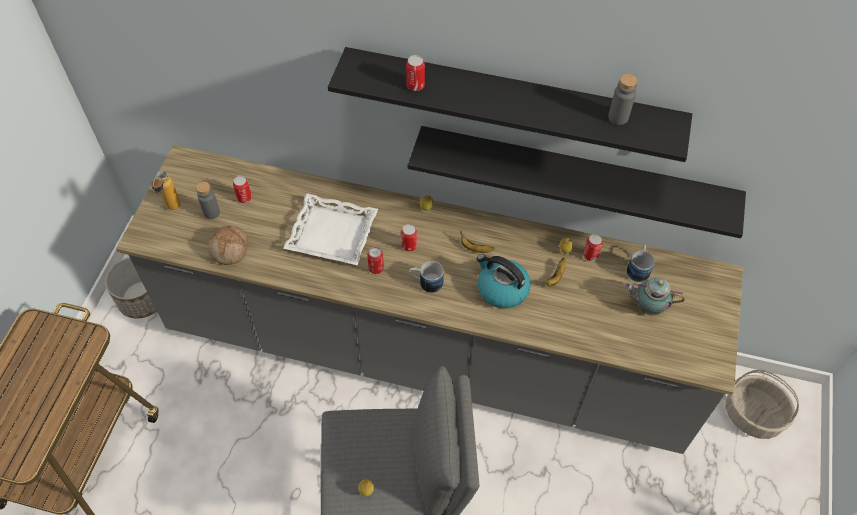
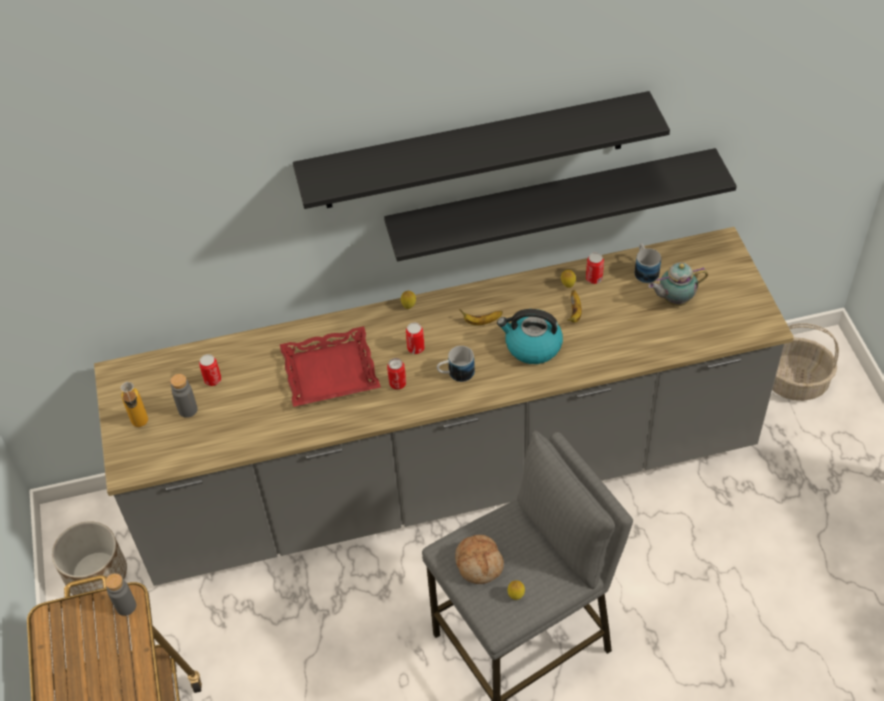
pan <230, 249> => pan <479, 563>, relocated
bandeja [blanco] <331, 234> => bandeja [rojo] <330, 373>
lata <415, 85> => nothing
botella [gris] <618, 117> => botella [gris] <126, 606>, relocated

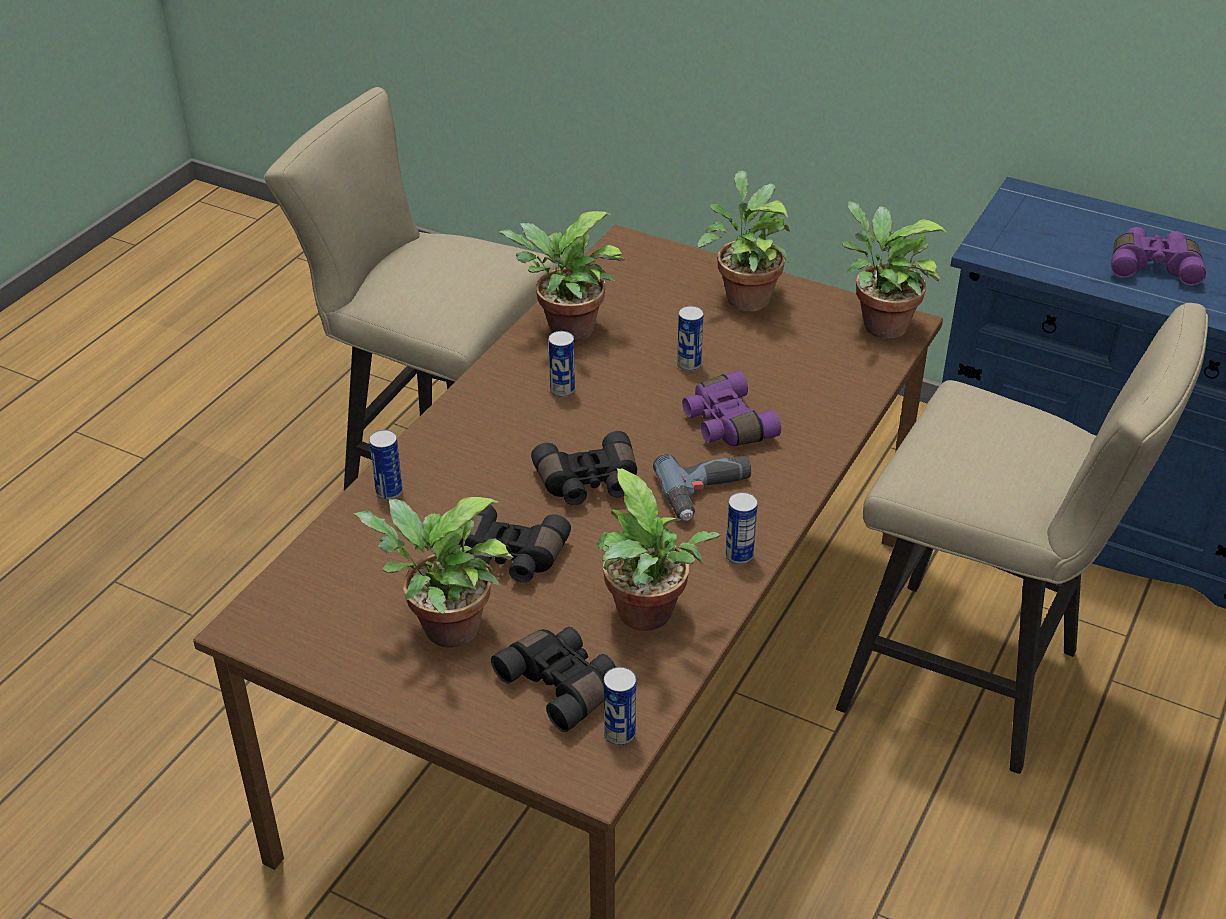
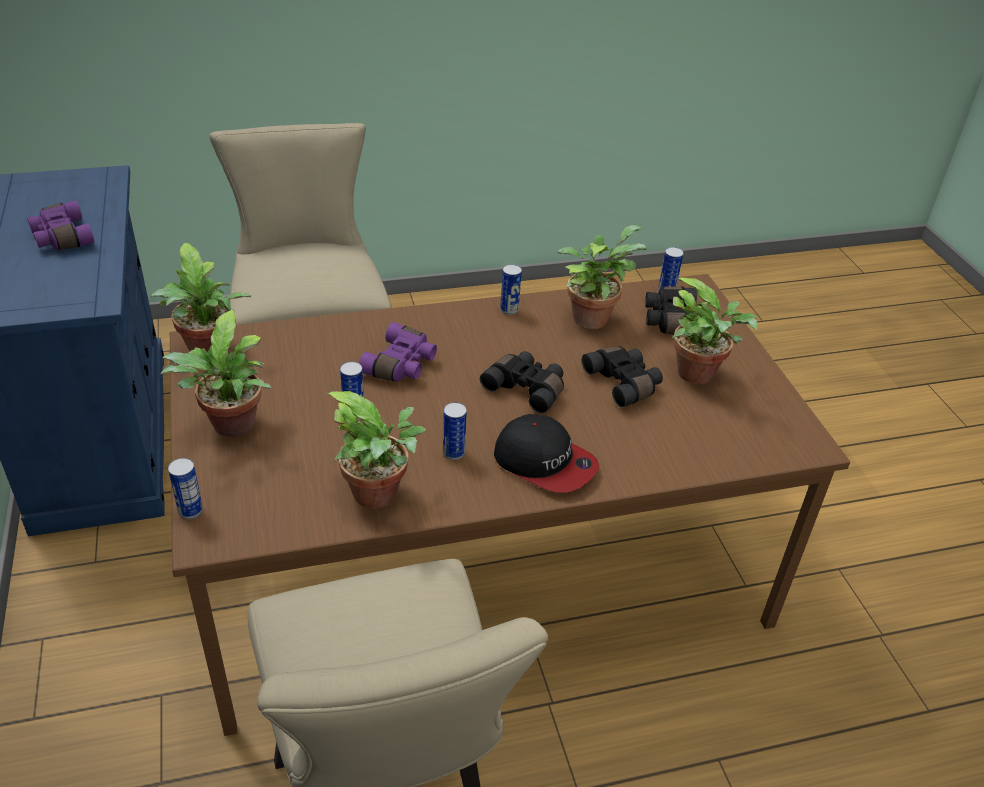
lata <389, 492> => lata <190, 511>, relocated
taladro <707, 493> => nothing
nothing => gorra <545, 462>

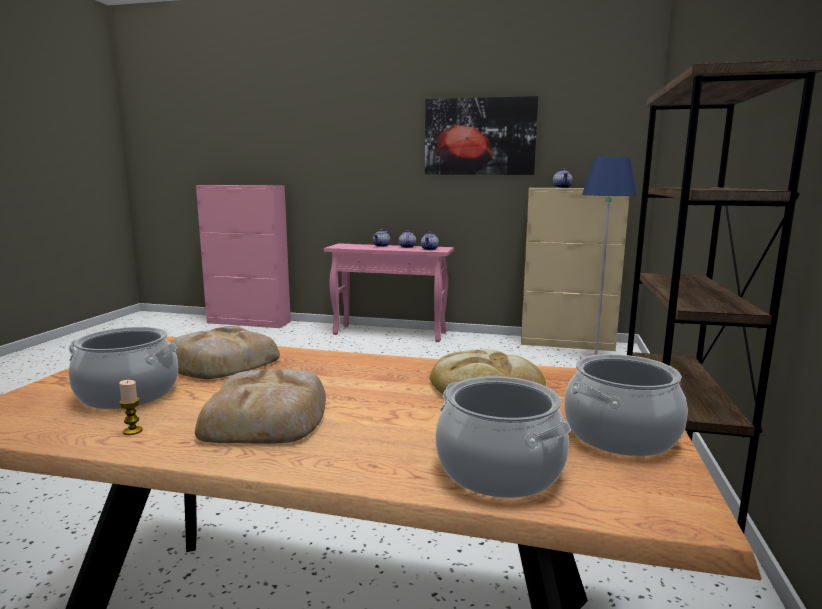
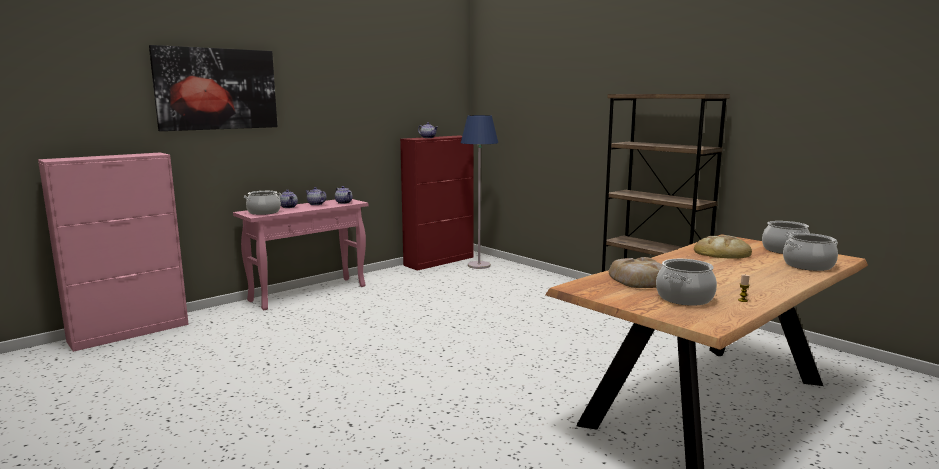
pan <267, 417> => nothing
cuadro <479, 136> => cuadro <217, 89>, relocated
armario [beis] <567, 344> => armario [rojo] <439, 261>
nothing => olla <264, 212>

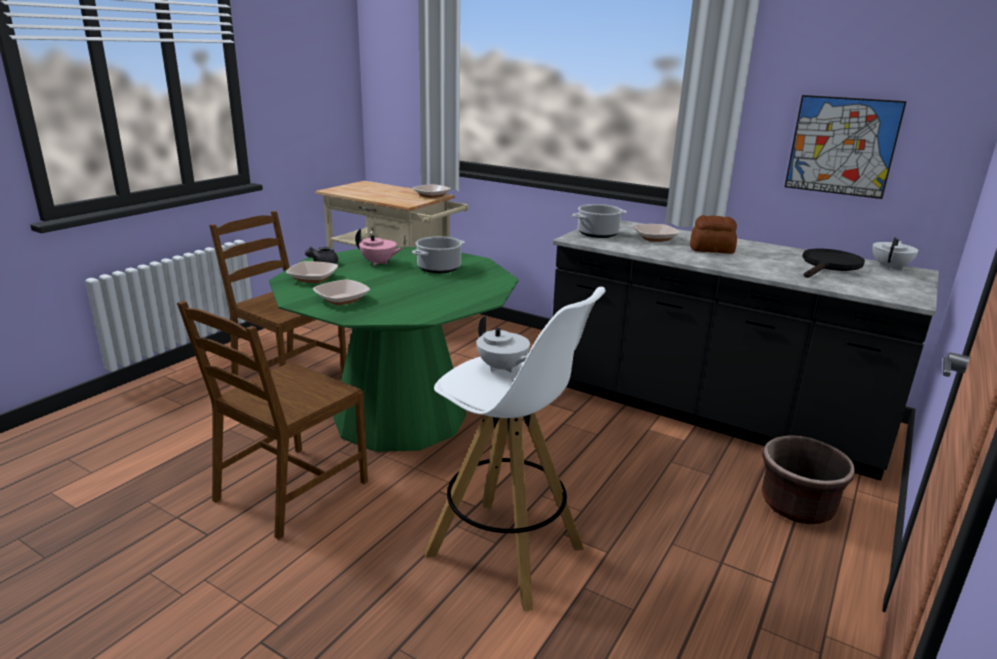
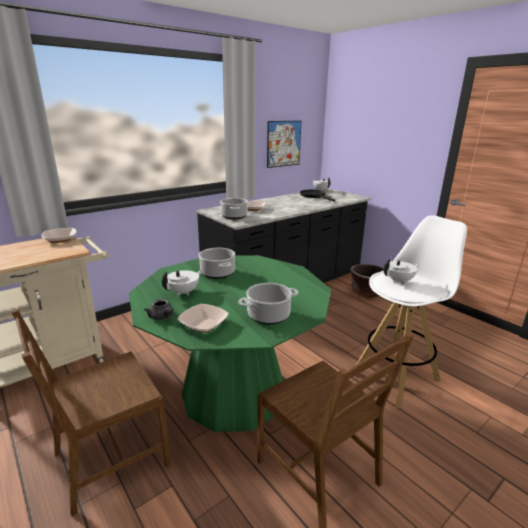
cuenco <342, 299> => olla <268, 316>
tetera [rosa] <379, 263> => tetera [blanco] <184, 292>
pan <712, 250> => nothing

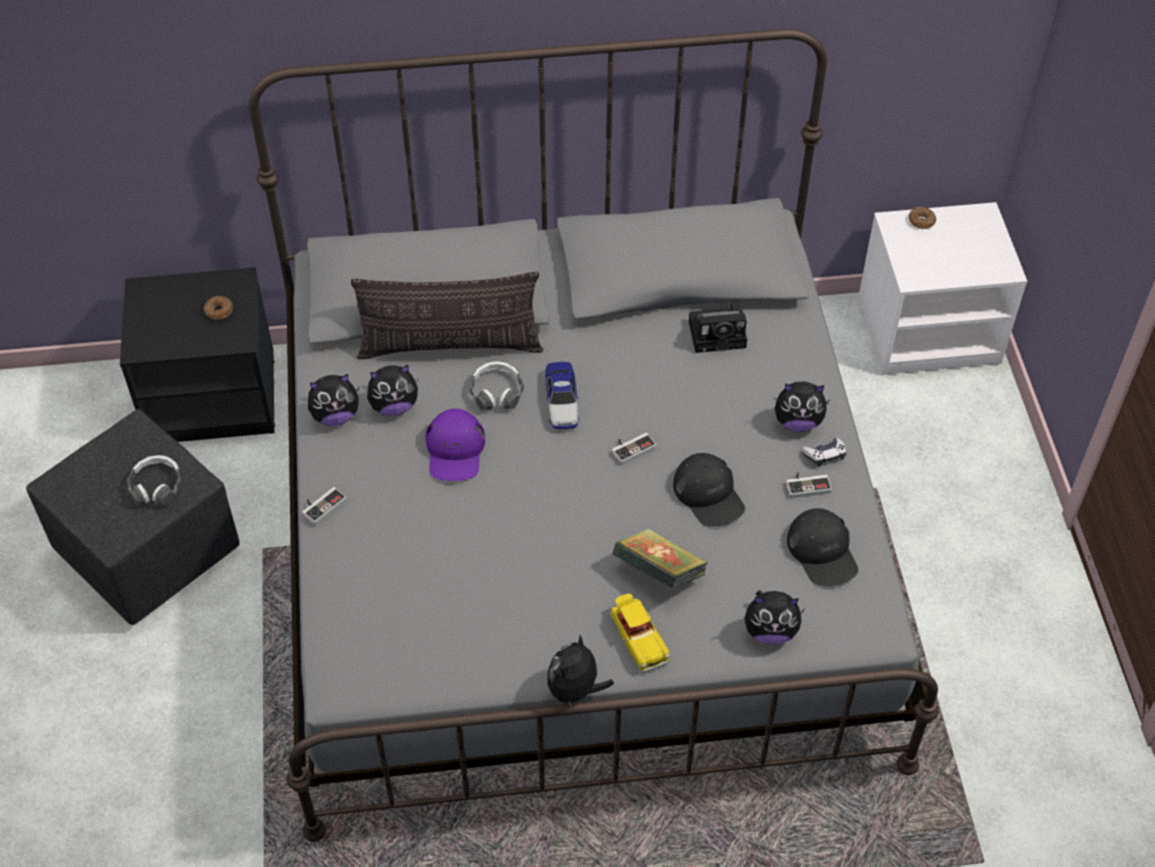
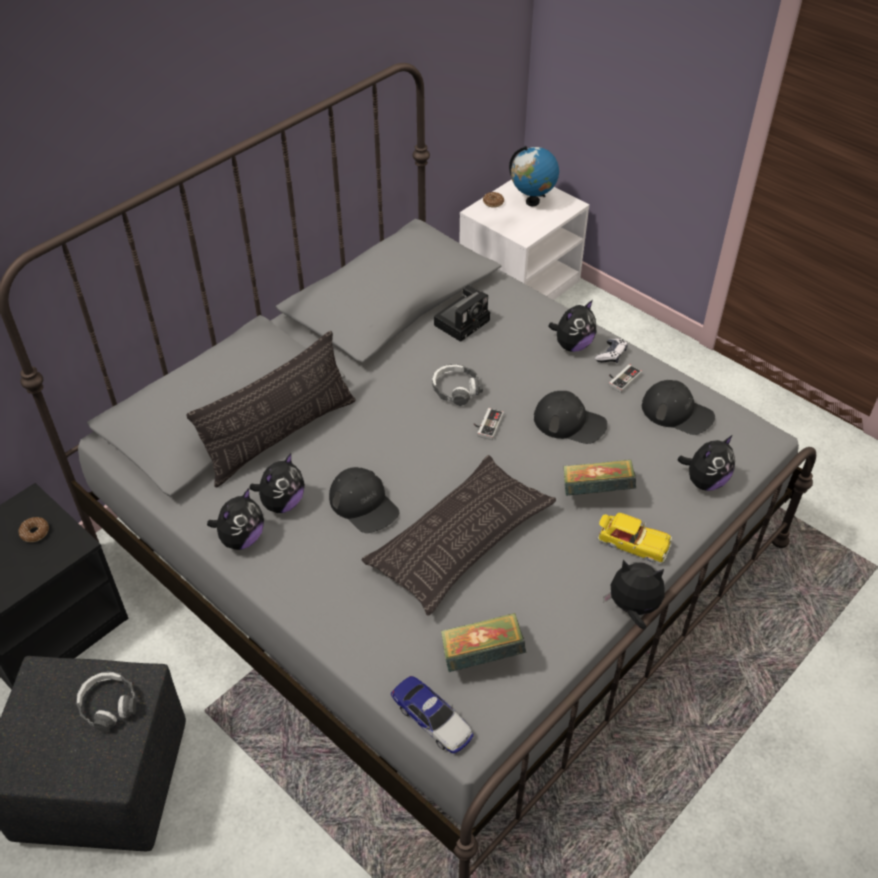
mando de consola <322, 505> => nothing
gorra [morado] <455, 450> => gorra [negro] <364, 504>
auriculares <497, 392> => auriculares <456, 389>, relocated
coche de juguete <562, 400> => coche de juguete <432, 718>, relocated
peluche <575, 690> => peluche <632, 608>, 120 degrees clockwise
nothing => cojín <460, 540>
nothing => libro <481, 656>
nothing => globo terráqueo <532, 202>

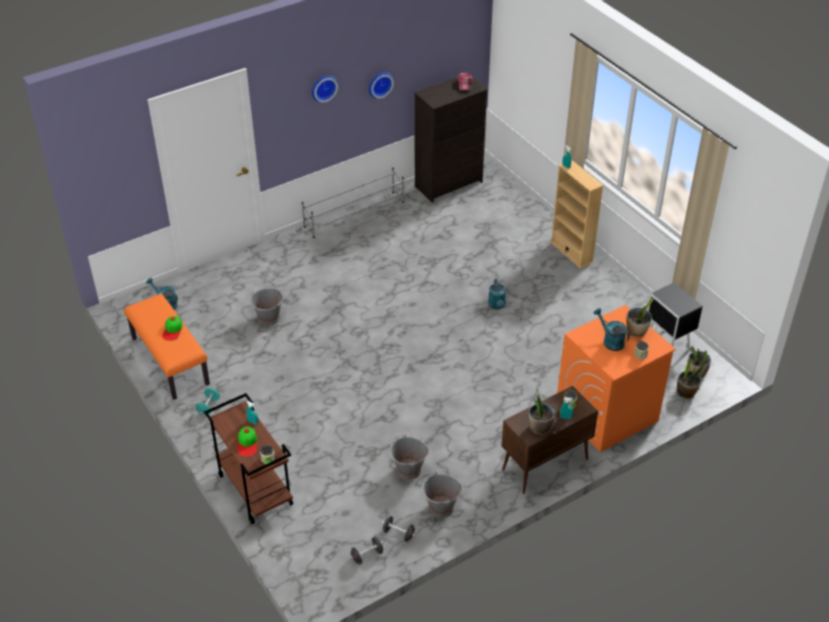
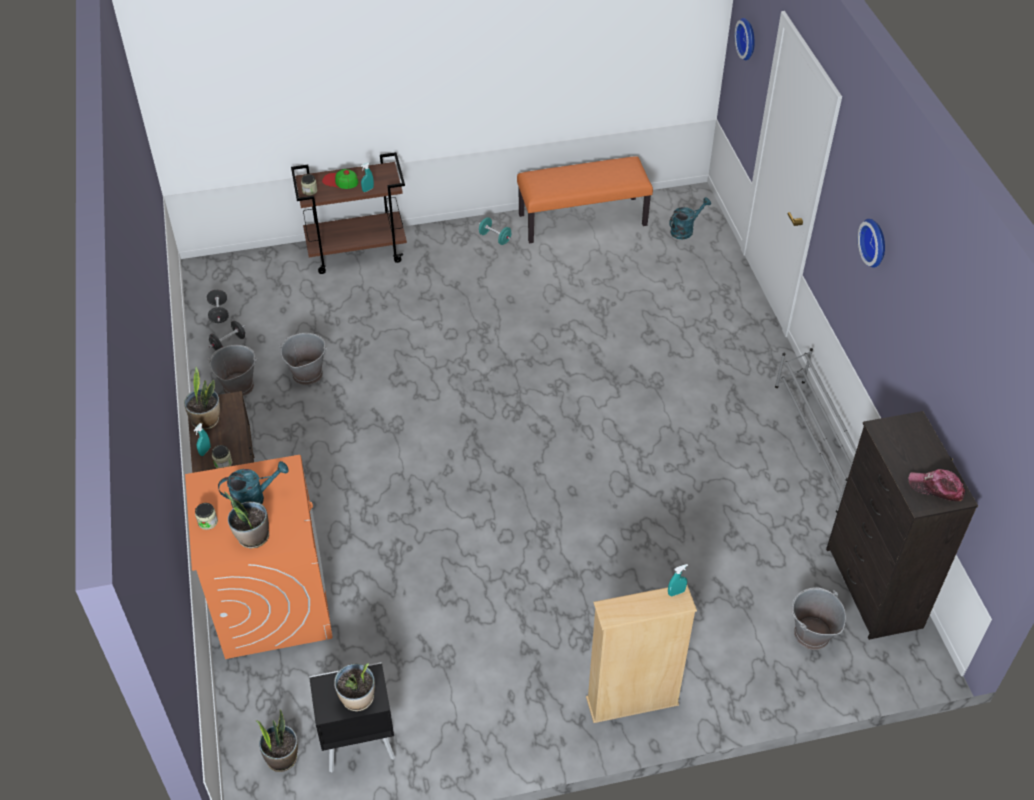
gorra <172, 330> => nothing
cubo [gris] <269, 318> => cubo [gris] <811, 634>, relocated
reloj de pared <379, 84> => reloj de pared <748, 38>, relocated
regadera [turquesa] <497, 305> => nothing
planta en maceta <686, 392> => planta en maceta <358, 699>, relocated

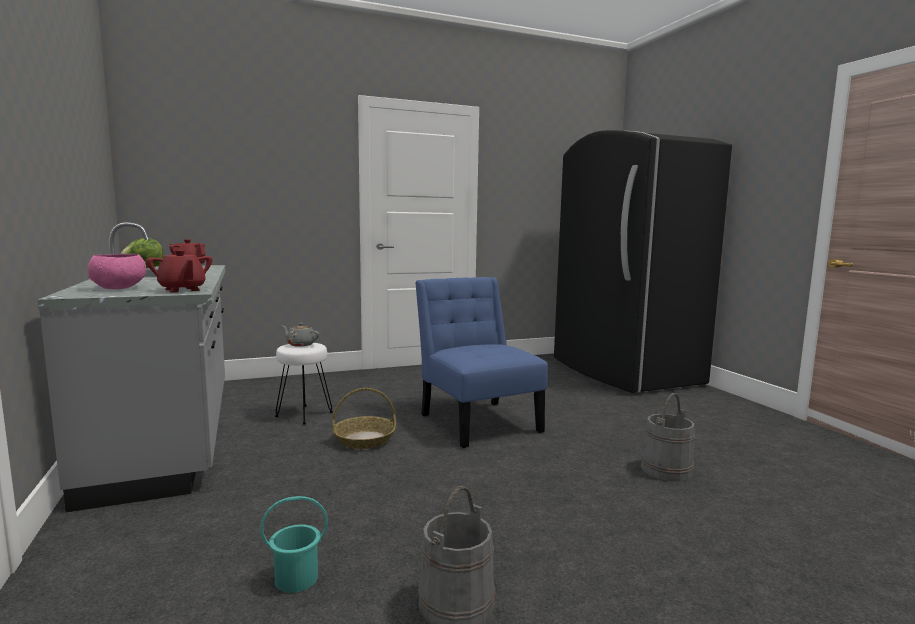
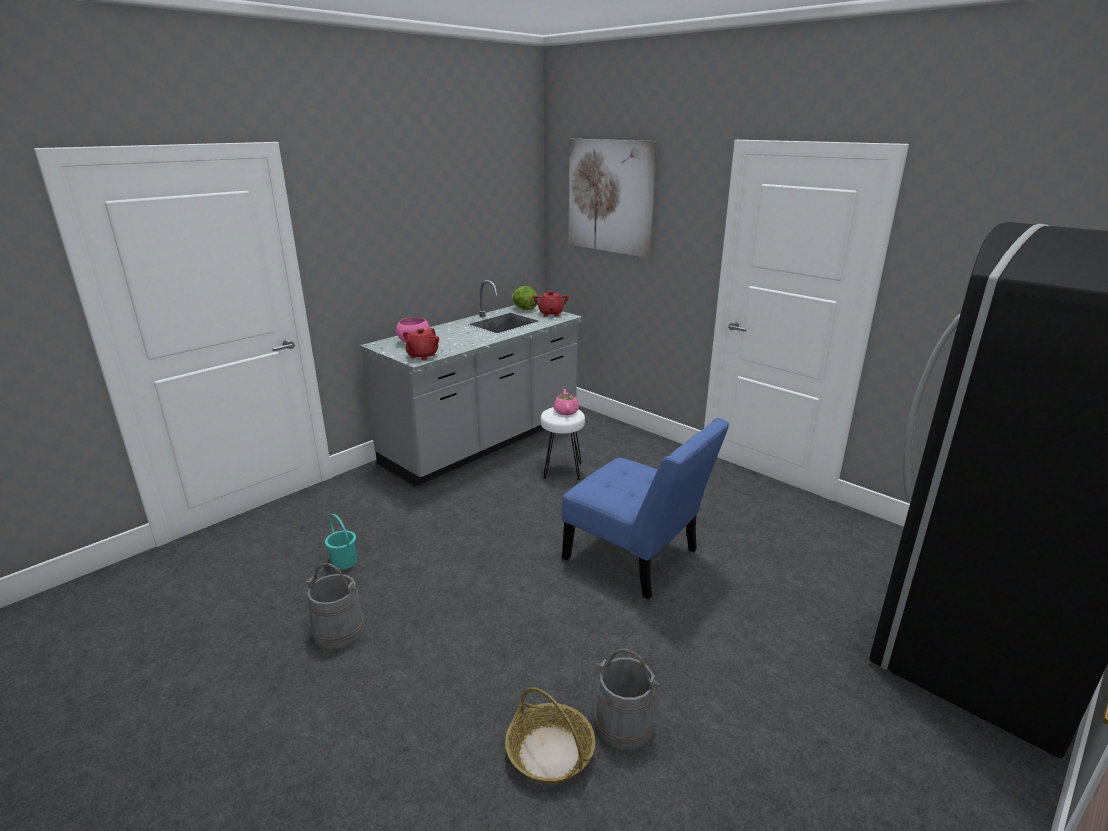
tetera [gris] <300, 344> => tetera [rosa] <566, 411>
cesta <365, 439> => cesta <550, 752>, relocated
silla [azul] <477, 421> => silla [azul] <637, 558>, 90 degrees clockwise
nothing => cuadro <610, 196>

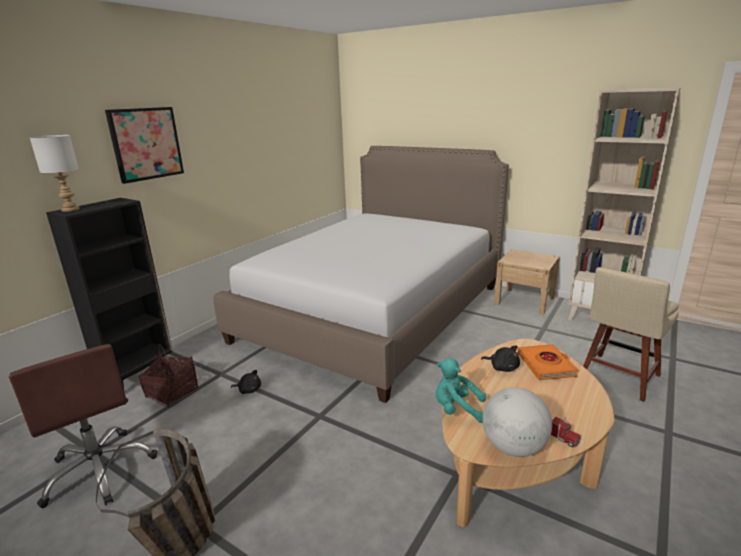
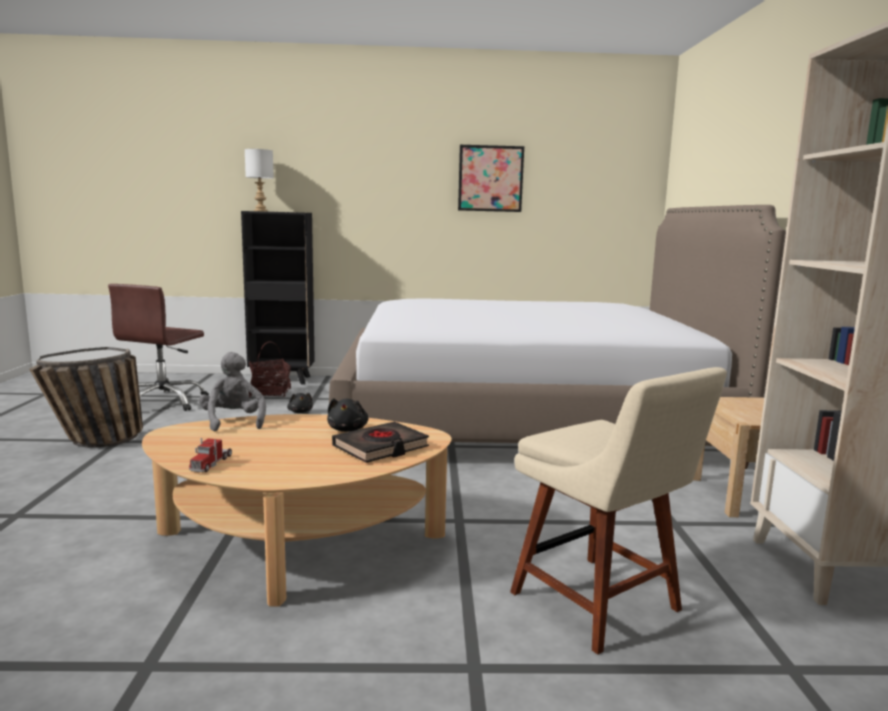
cuadro <146, 144> => cuadro <490, 178>, relocated
peluche [turquesa] <457, 410> => peluche [gris] <233, 422>
globo terráqueo <513, 447> => nothing
libro [naranja] <546, 365> => libro [negro] <381, 448>
silla [beis] <618, 378> => silla [beis] <601, 605>, 135 degrees counterclockwise

